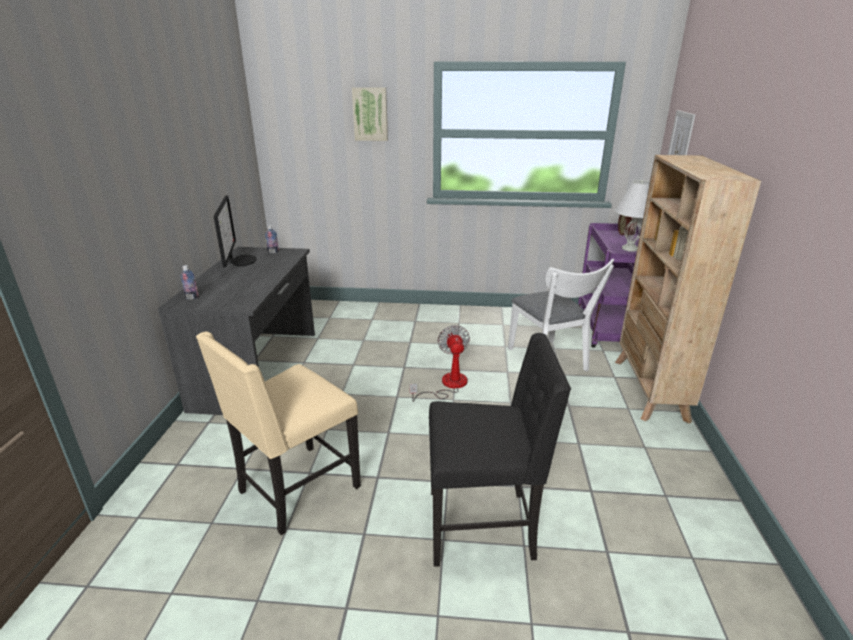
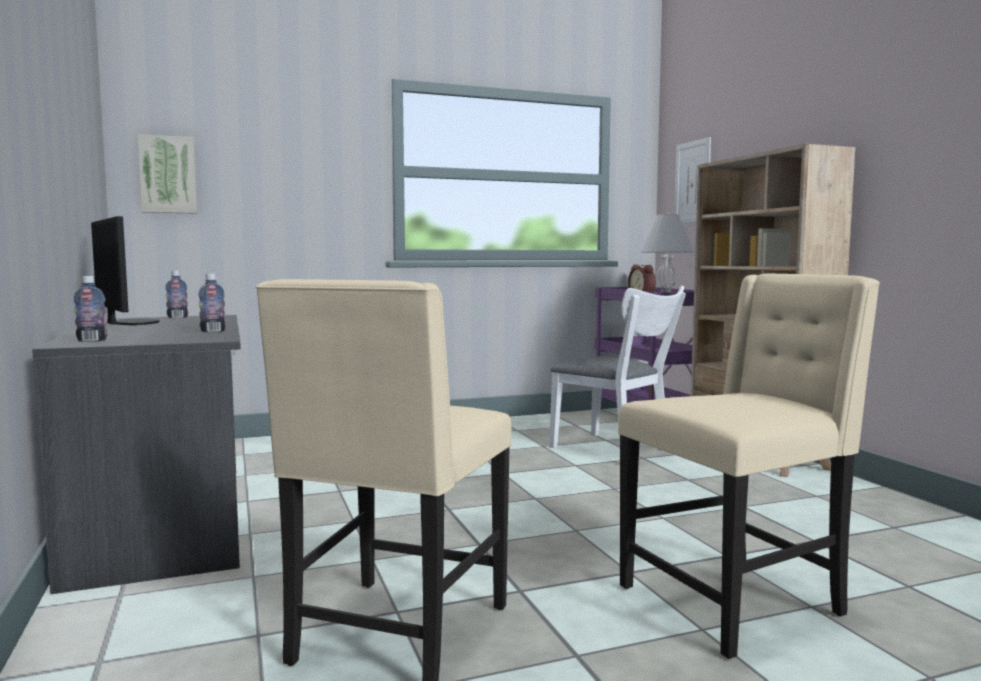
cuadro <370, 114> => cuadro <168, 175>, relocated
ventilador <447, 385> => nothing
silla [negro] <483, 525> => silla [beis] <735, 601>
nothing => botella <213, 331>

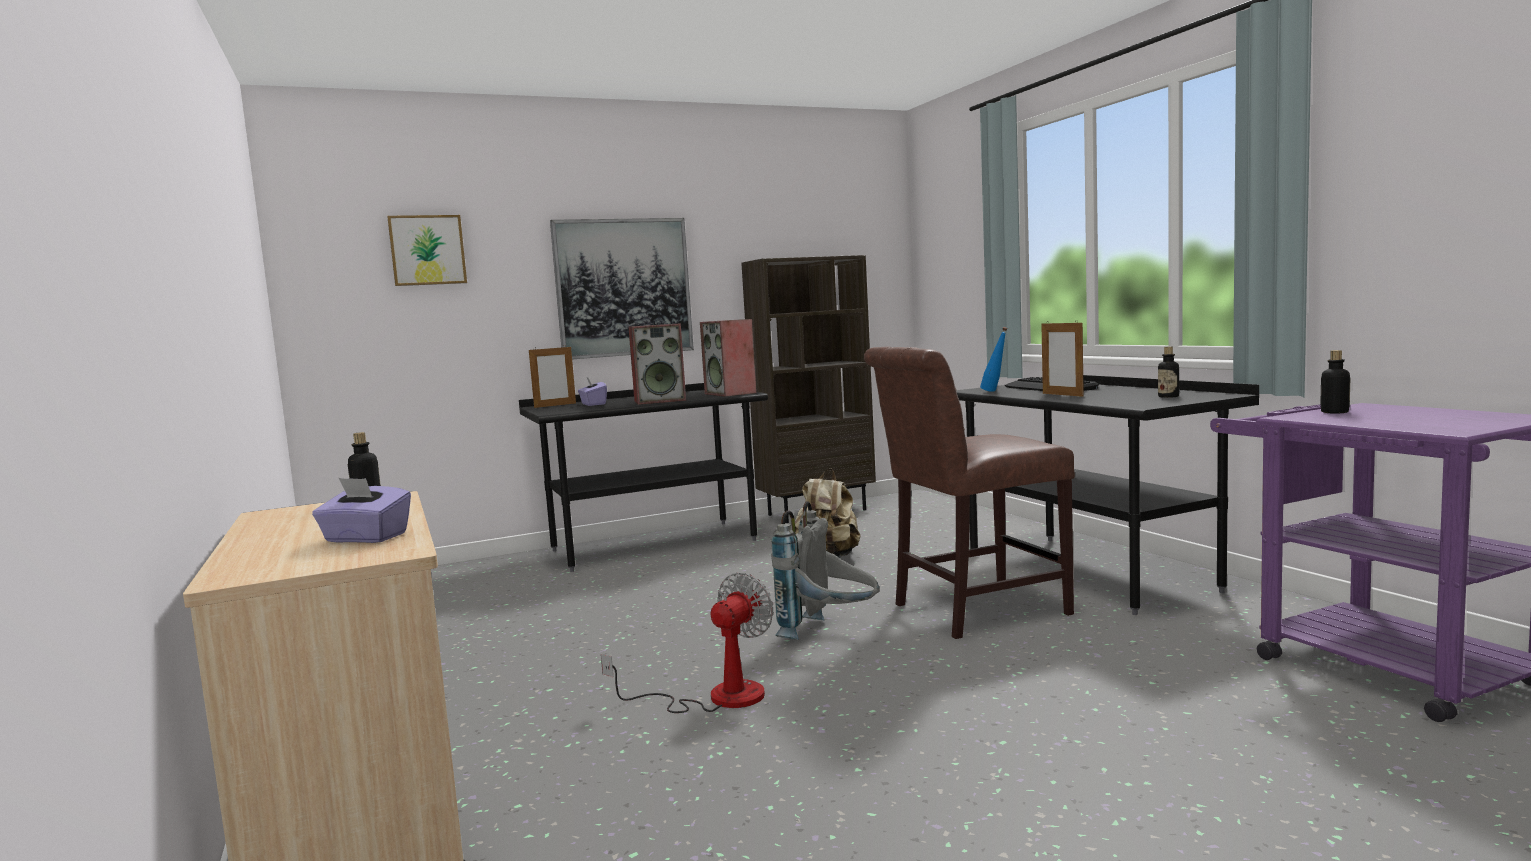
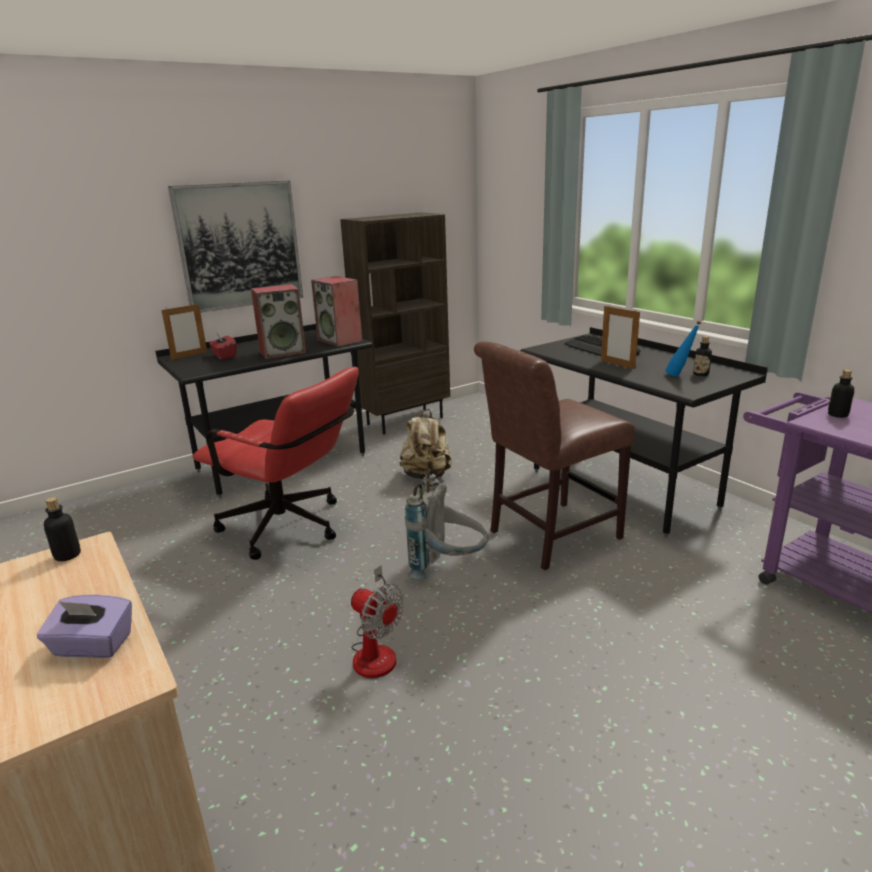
cuadro <427, 250> => nothing
caja de pañuelos [morado] <593, 404> => caja de pañuelos [rojo] <224, 356>
ventilador <716, 697> => ventilador <376, 650>, 105 degrees clockwise
botella [azul] <995, 391> => botella [azul] <679, 376>, relocated
nothing => silla de oficina [rojo] <291, 529>

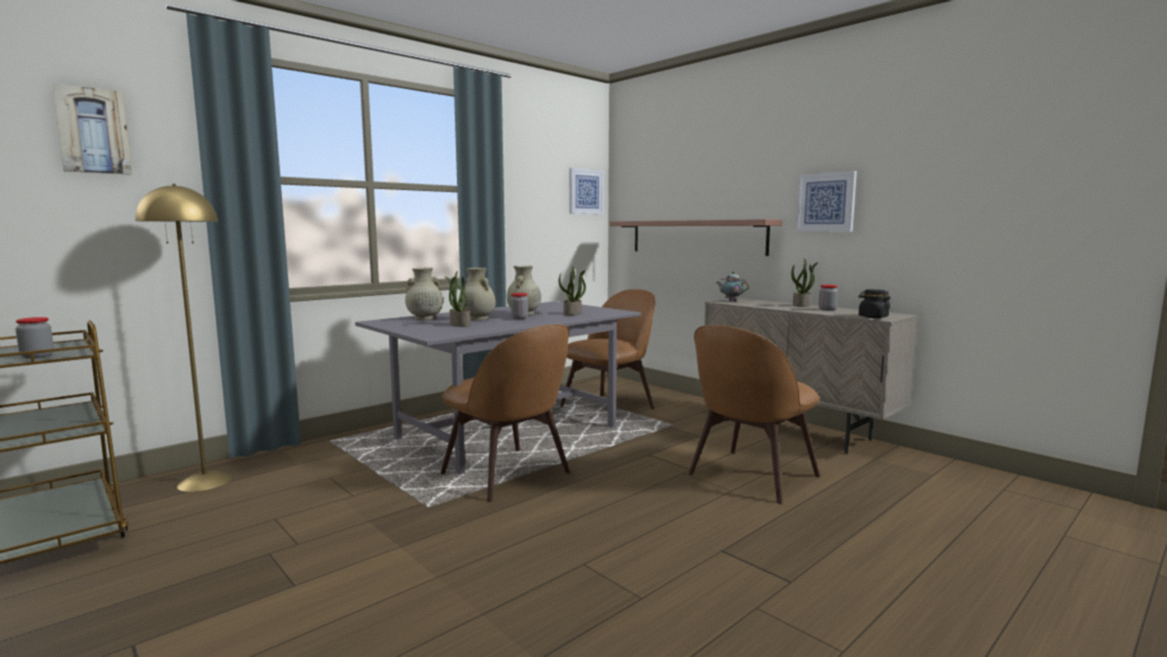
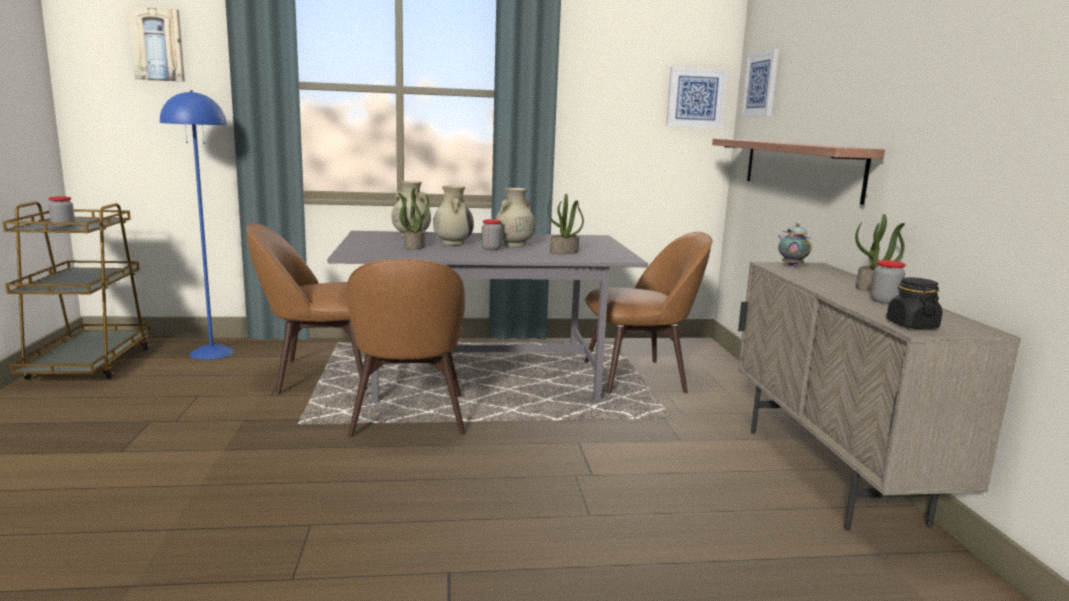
lámpara de pie [amarillo] <205, 481> => lámpara de pie [azul] <212, 352>
silla [marrón] <750, 476> => silla [marrón] <320, 375>, relocated
cuadro <826, 202> => cuadro <761, 84>, relocated

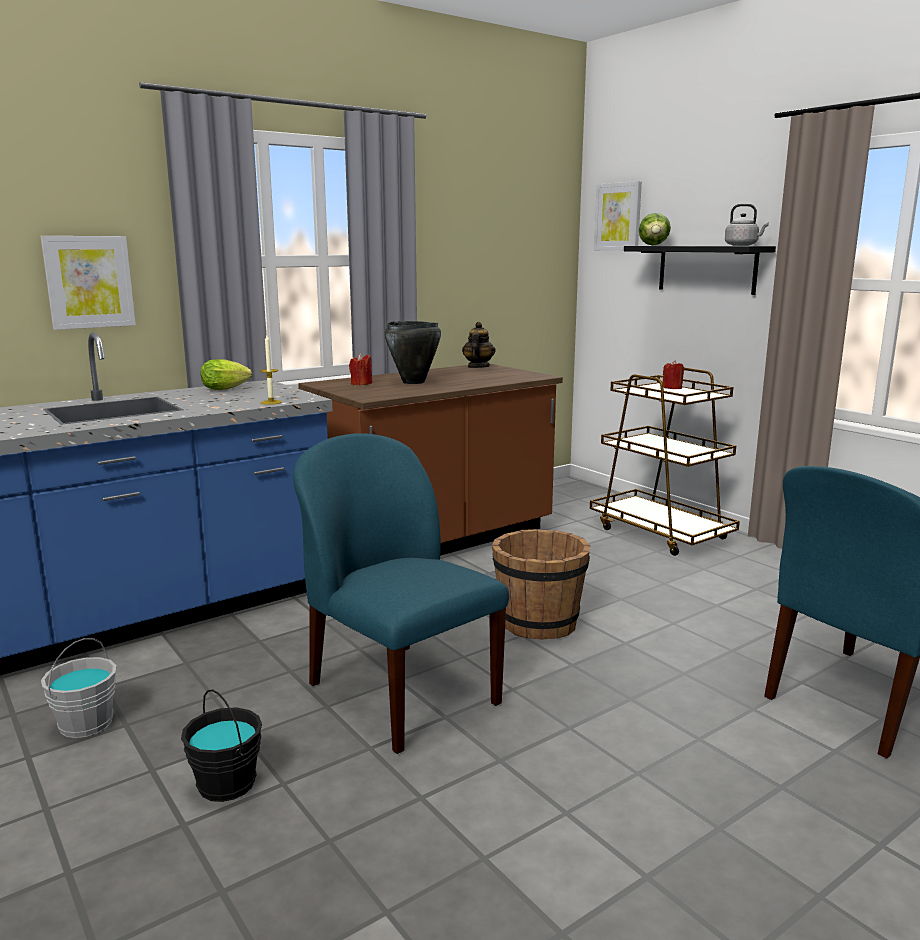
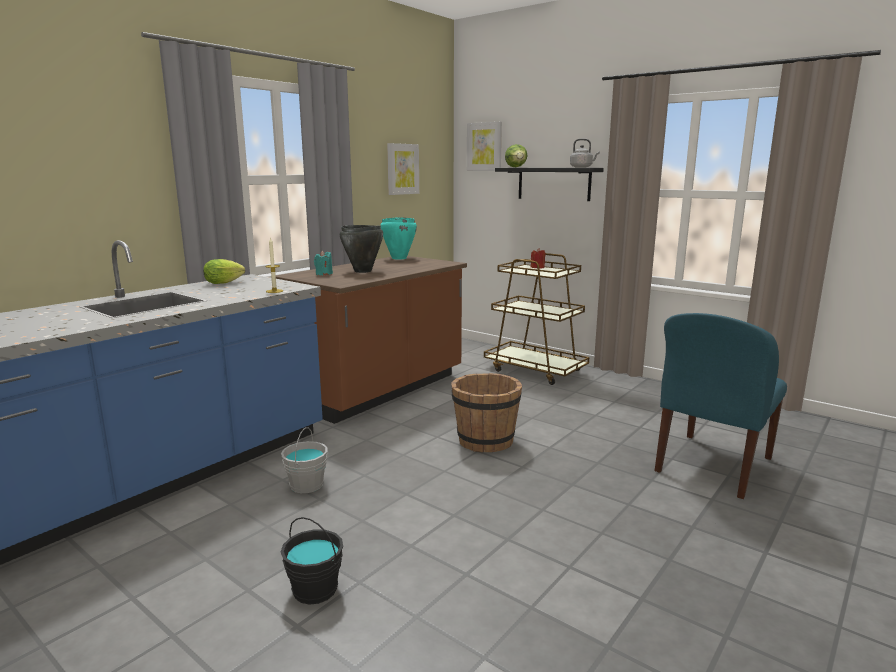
cuadro <89, 282> => cuadro <402, 169>, relocated
cubo [gris] <86, 724> => cubo [gris] <307, 485>, relocated
silla [azul] <400, 692> => nothing
vela [rojo] <361, 384> => vela [turquesa] <324, 274>
tetera <478, 367> => olla [turquesa] <398, 258>

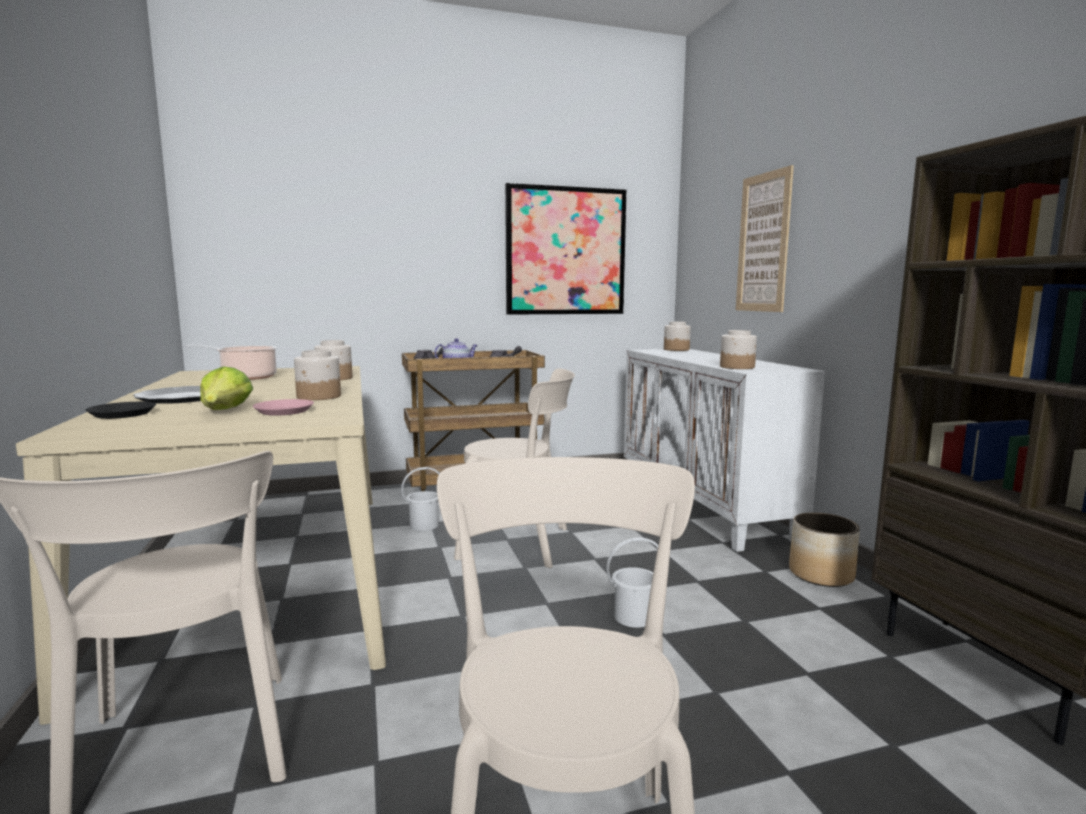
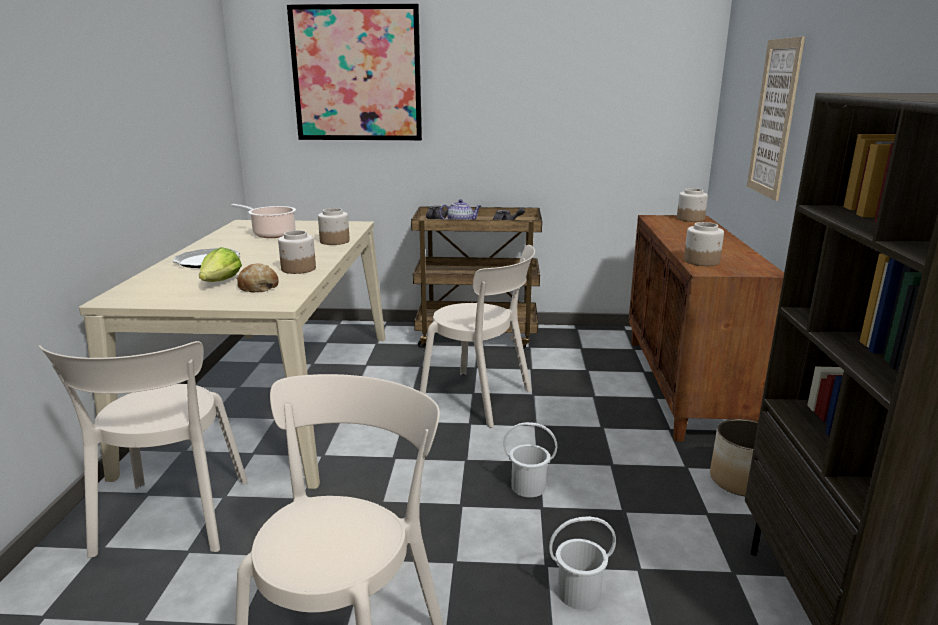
plato [negro] <122, 414> => nothing
plato [rosa] <284, 411> => pan <258, 287>
cubo [blanco] <423, 525> => cubo [blanco] <578, 592>, relocated
cuadro <565, 251> => cuadro <357, 74>, relocated
armario [blanco] <704, 506> => armario [marrón] <684, 386>

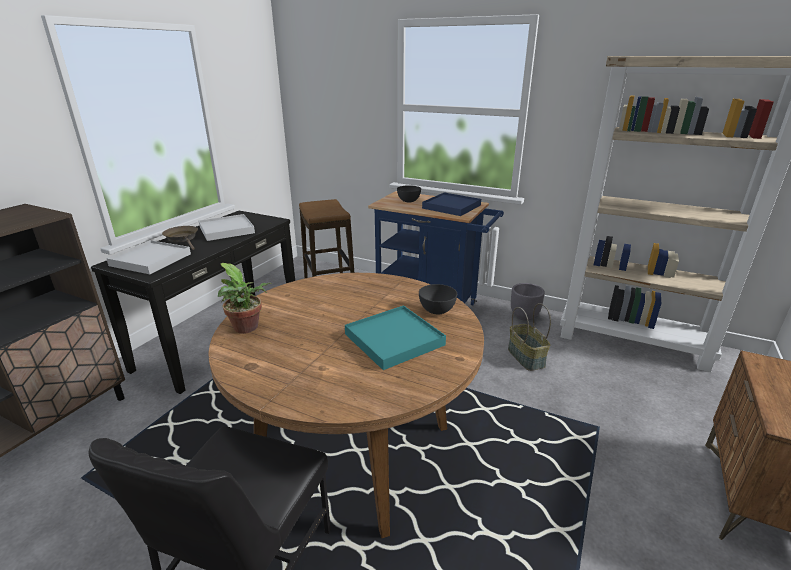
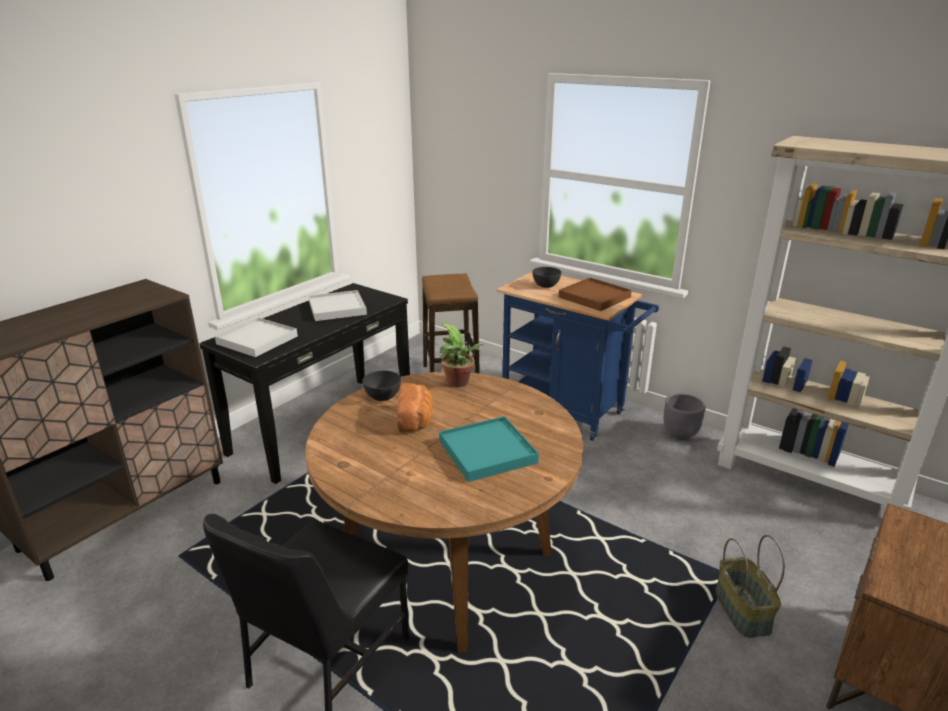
sartén [marrón] <183, 238> => nothing
planta en maceta <248, 328> => planta en maceta <459, 383>, relocated
cuenco [gris] <436, 310> => cuenco [gris] <382, 397>, relocated
bandeja [azul] <451, 206> => bandeja [marrón] <594, 297>
cesta <526, 357> => cesta <743, 611>, relocated
nothing => pan <416, 420>

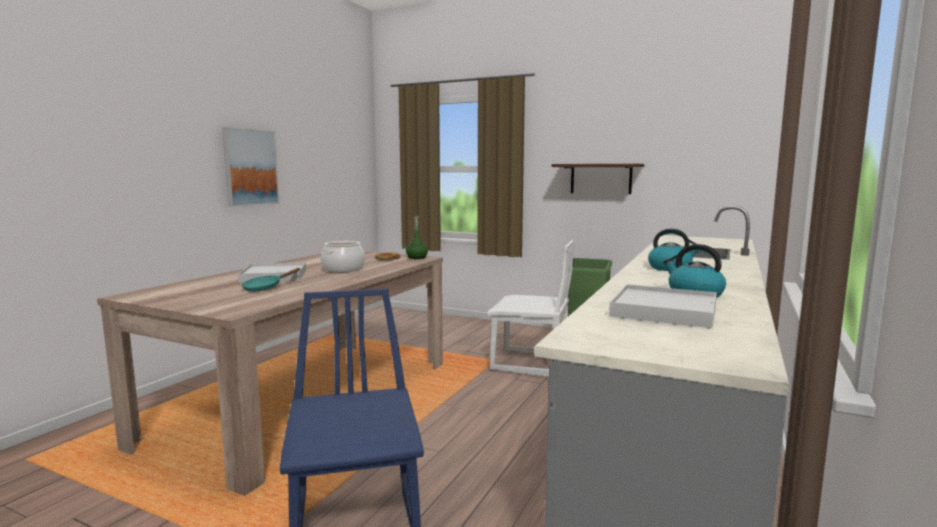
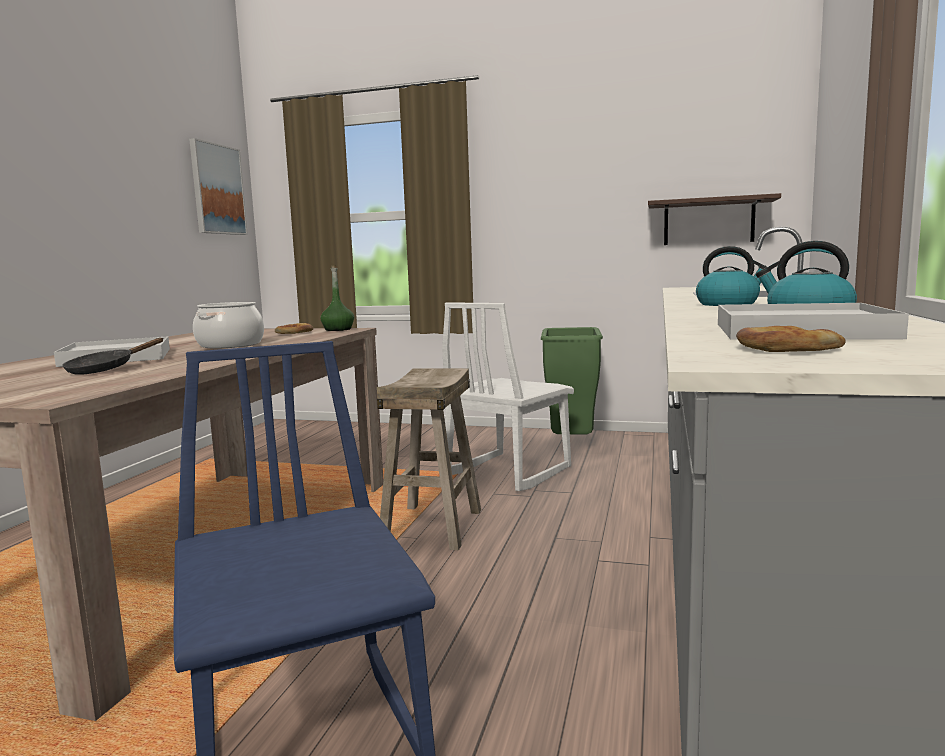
cuadro <250, 167> => cuadro <217, 189>, relocated
sartén [turquesa] <265, 288> => sartén [negro] <106, 369>
silla [blanco] <530, 363> => silla [blanco] <507, 472>, 120 degrees clockwise
estante <601, 178> => estante <708, 222>, relocated
nothing => taburete [beis] <433, 526>
nothing => pan <786, 348>

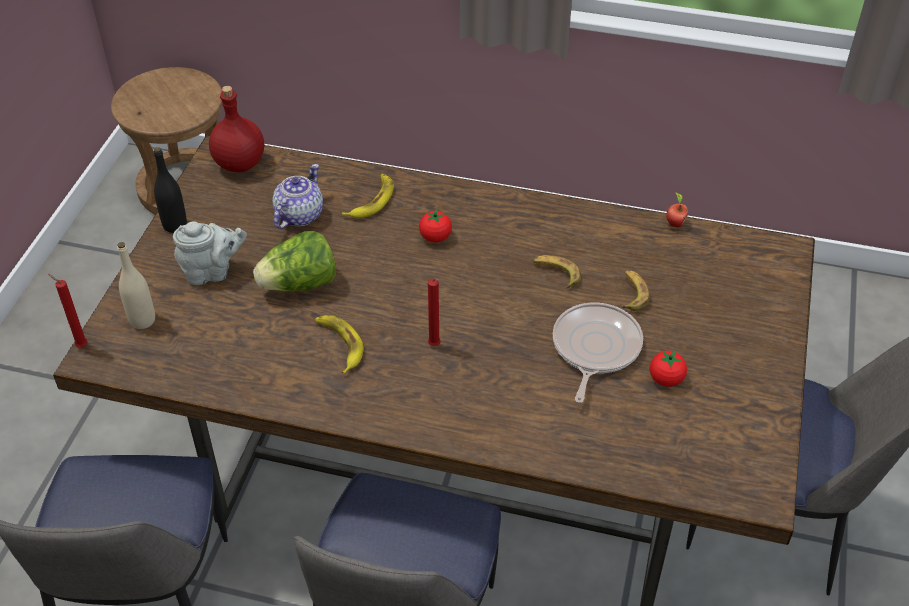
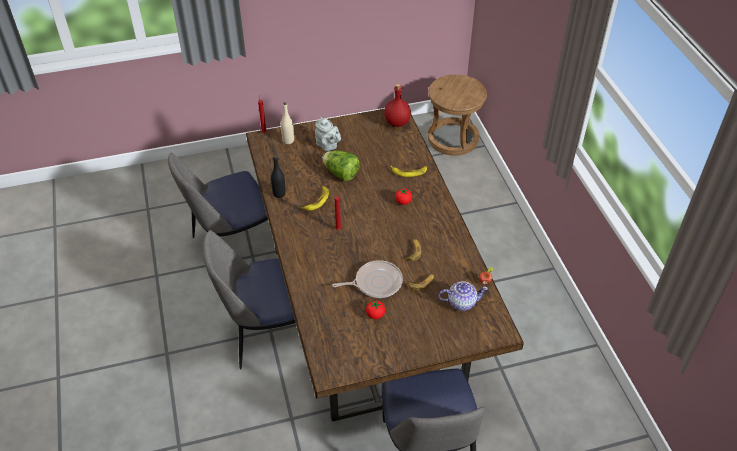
botella [negro] <175, 225> => botella [negro] <279, 194>, relocated
tetera <298, 215> => tetera <461, 302>, relocated

